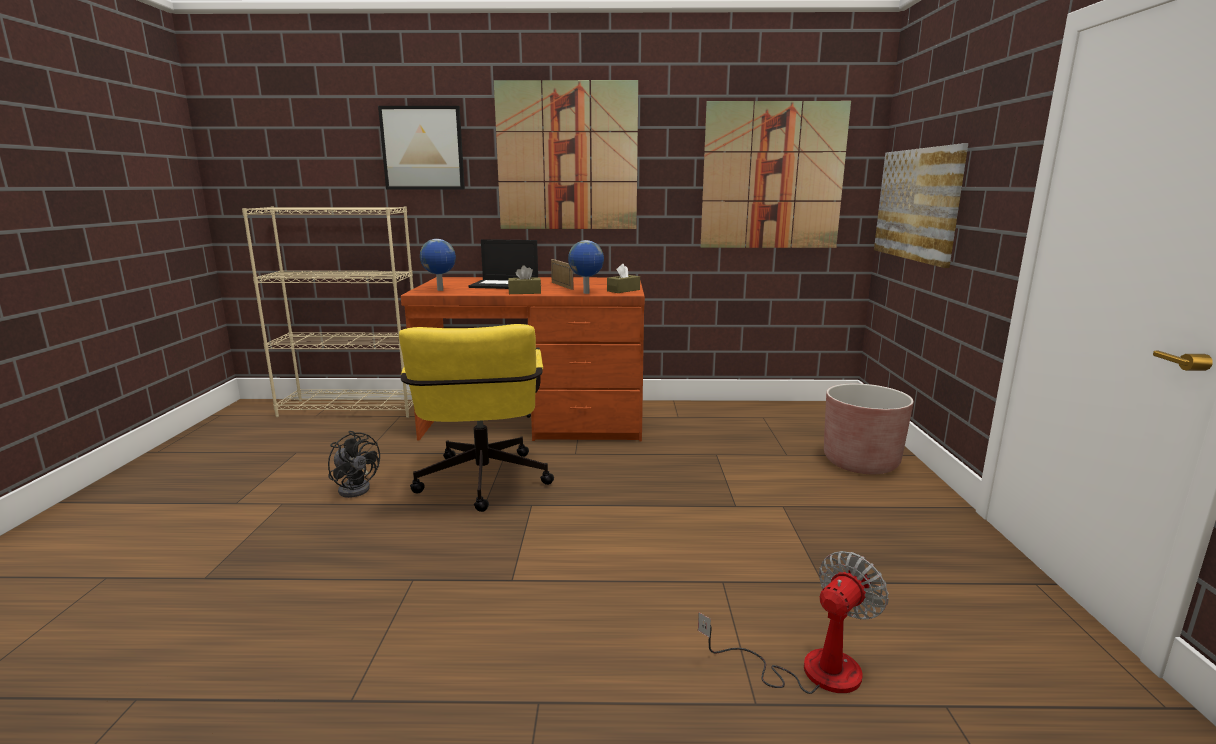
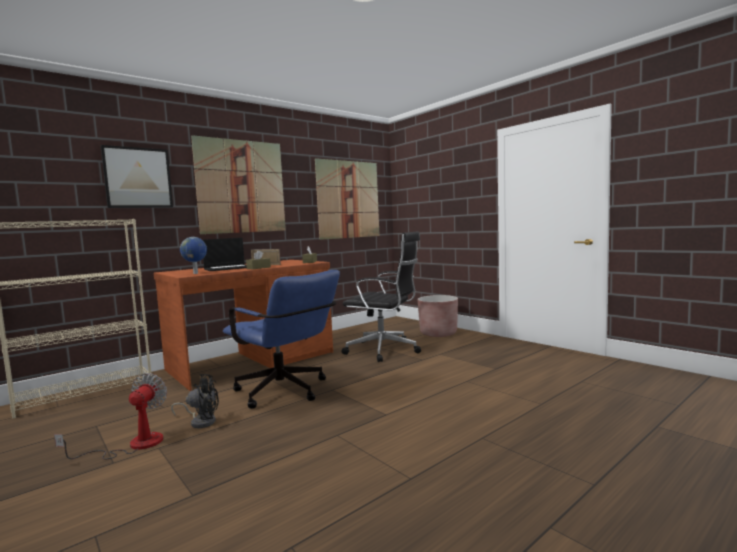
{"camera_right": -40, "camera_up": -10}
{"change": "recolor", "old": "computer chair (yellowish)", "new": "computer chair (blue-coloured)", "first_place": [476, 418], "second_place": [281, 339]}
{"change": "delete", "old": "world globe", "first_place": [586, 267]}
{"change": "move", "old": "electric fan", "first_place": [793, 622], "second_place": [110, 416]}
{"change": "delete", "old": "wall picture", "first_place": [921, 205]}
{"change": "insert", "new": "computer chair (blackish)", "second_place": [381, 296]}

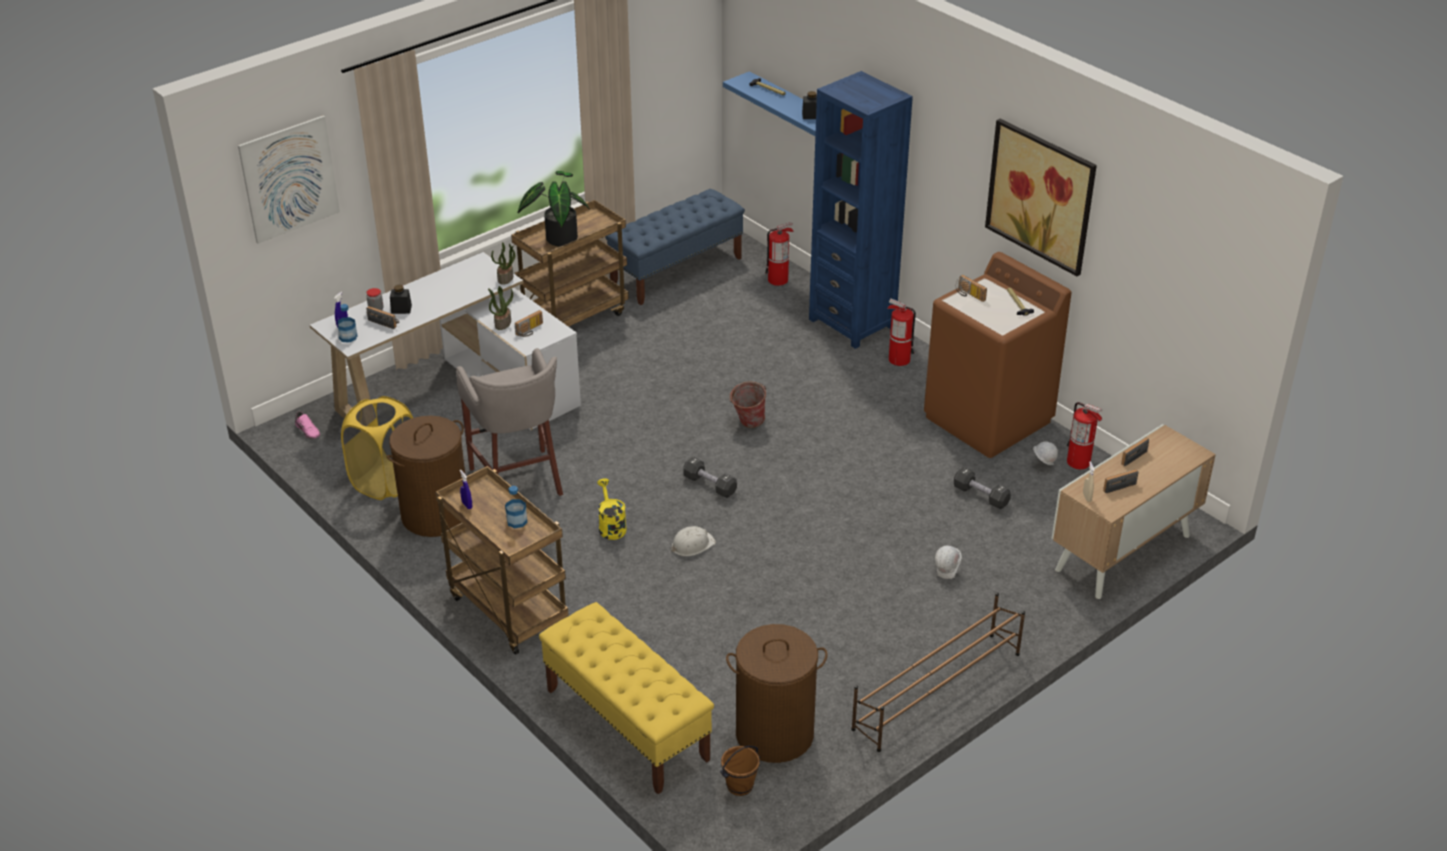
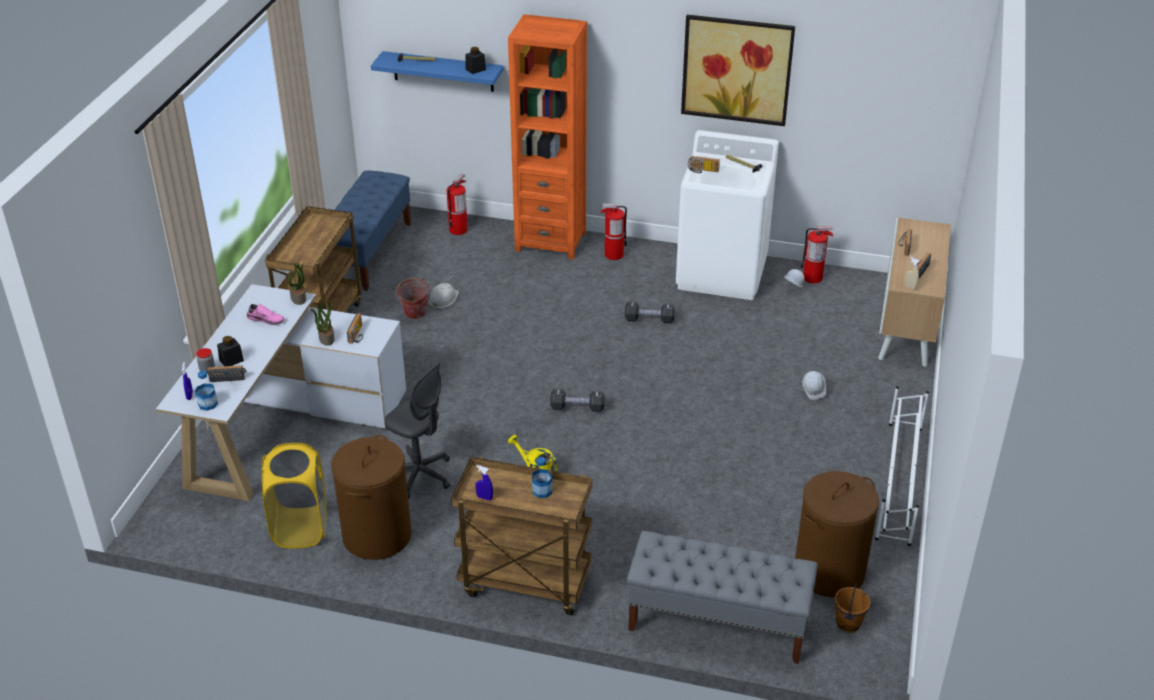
{"camera_right": -35, "camera_up": 0}
{"change": "delete", "old": "wall picture", "first_place": [289, 179]}
{"change": "move", "old": "item of footwear (pink)", "first_place": [307, 425], "second_place": [265, 314]}
{"change": "replace", "old": "stool (gray)", "new": "computer chair (gray)", "first_place": [509, 422], "second_place": [417, 431]}
{"change": "delete", "old": "potted plant", "first_place": [554, 208]}
{"change": "recolor", "old": "bench (yellowish)", "new": "bench (gray)", "first_place": [626, 698], "second_place": [722, 597]}
{"change": "move", "old": "hard hat (white)", "first_place": [693, 541], "second_place": [444, 296]}
{"change": "move", "old": "bucket", "first_place": [747, 404], "second_place": [412, 298]}
{"change": "recolor", "old": "bookshelf (blue-coloured)", "new": "bookshelf (orangey)", "first_place": [861, 210], "second_place": [547, 136]}
{"change": "recolor", "old": "shoe shelf (brownish)", "new": "shoe shelf (white)", "first_place": [938, 672], "second_place": [902, 466]}
{"change": "recolor", "old": "laundry appliance (brownish)", "new": "laundry appliance (white)", "first_place": [997, 355], "second_place": [727, 215]}
{"change": "move", "old": "hand weight (blackish)", "first_place": [982, 488], "second_place": [650, 313]}

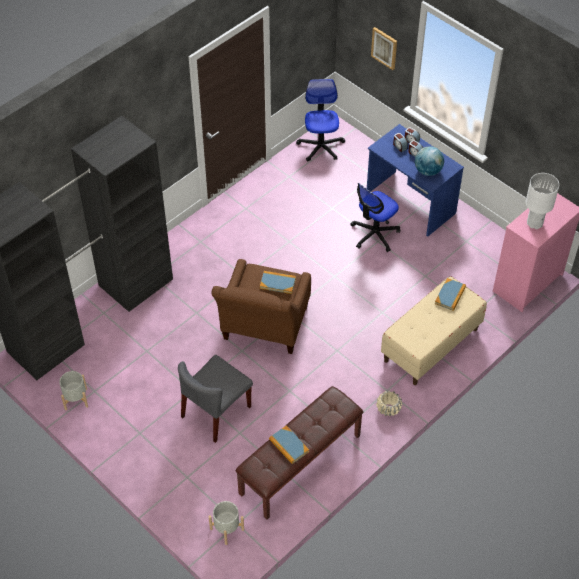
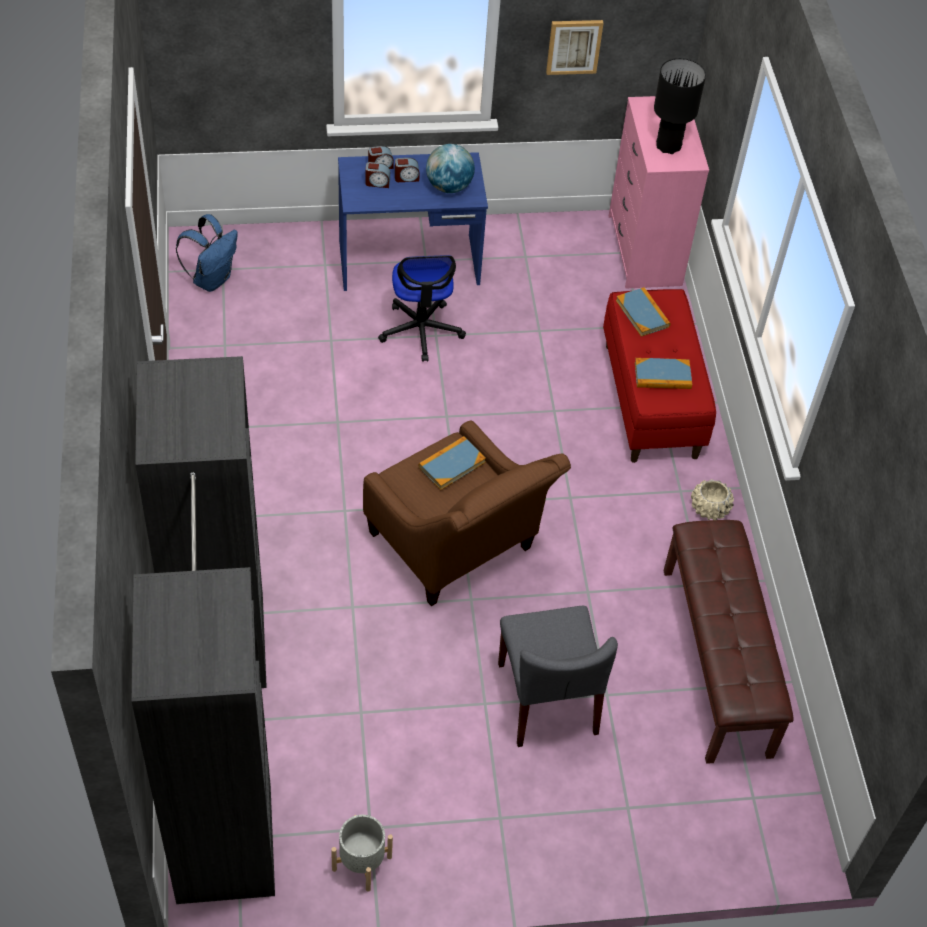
{"camera_right": -55, "camera_up": 0}
{"change": "delete", "old": "planter (gray)", "first_place": [226, 523]}
{"change": "move", "old": "volume", "first_place": [289, 444], "second_place": [663, 373]}
{"change": "replace", "old": "computer chair", "new": "rucksack (blue-coloured)", "first_place": [320, 120], "second_place": [207, 253]}
{"change": "move", "old": "wall picture", "first_place": [384, 48], "second_place": [575, 47]}
{"change": "recolor", "old": "bench (beige-coloured)", "new": "bench (red)", "first_place": [434, 330], "second_place": [659, 376]}
{"change": "recolor", "old": "table lamp (white)", "new": "table lamp (blackish)", "first_place": [542, 201], "second_place": [680, 106]}

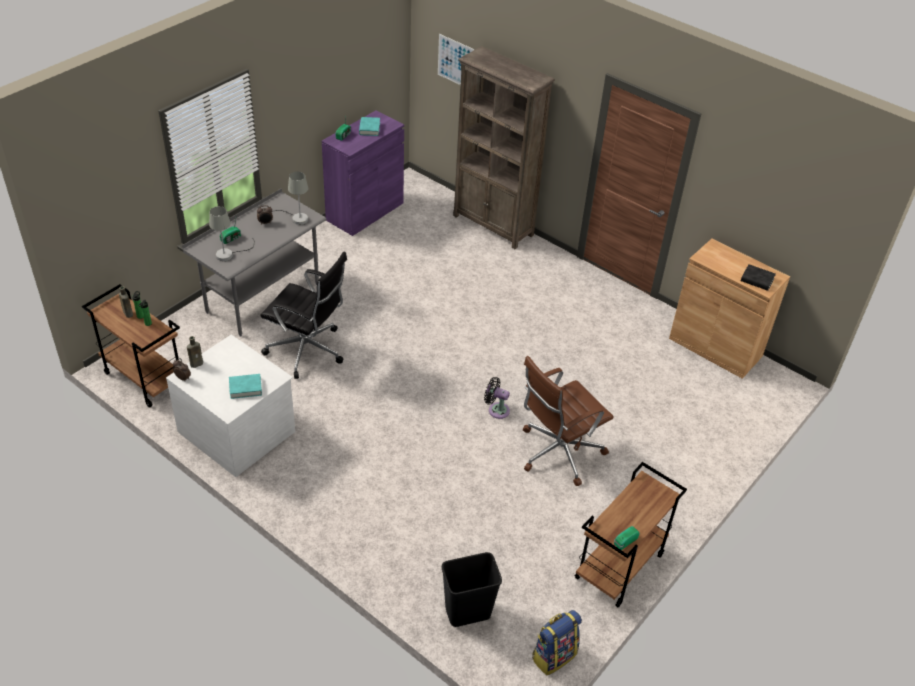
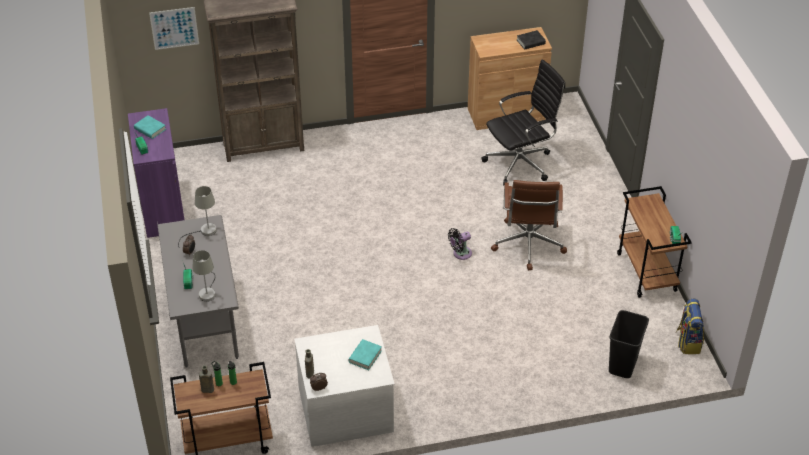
{"camera_right": -50, "camera_up": 0}
{"change": "move", "old": "computer chair (blackish)", "first_place": [303, 315], "second_place": [523, 122]}

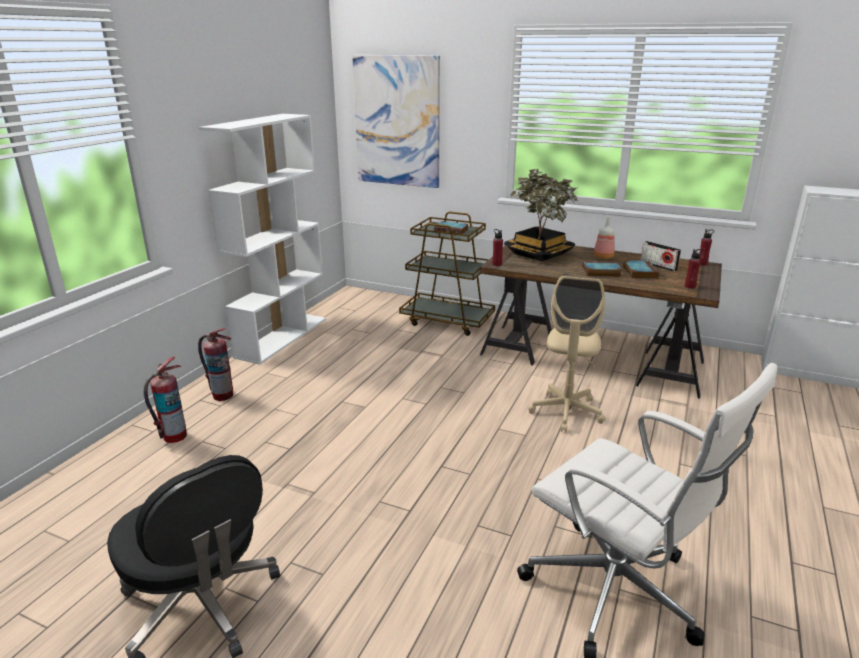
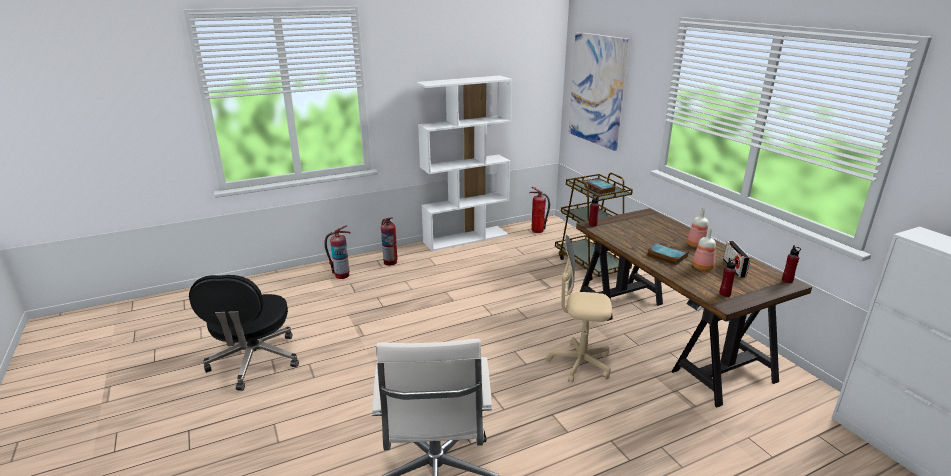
{"camera_right": 40, "camera_up": 0}
{"change": "delete", "old": "potted plant", "first_place": [541, 215]}
{"change": "rotate", "old": "computer chair (beige-coloured)", "first_place": [566, 354], "second_place": [579, 309], "degrees": 45}
{"change": "replace", "old": "volume", "new": "bottle", "first_place": [641, 269], "second_place": [704, 249]}
{"change": "insert", "new": "fire extinguisher", "second_place": [540, 210]}

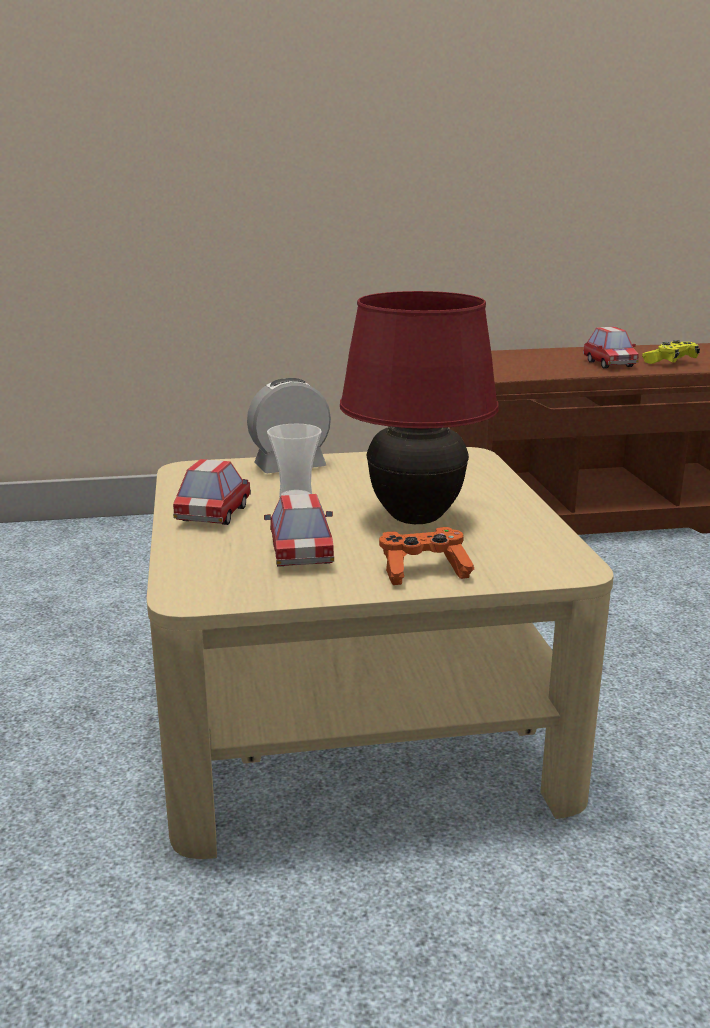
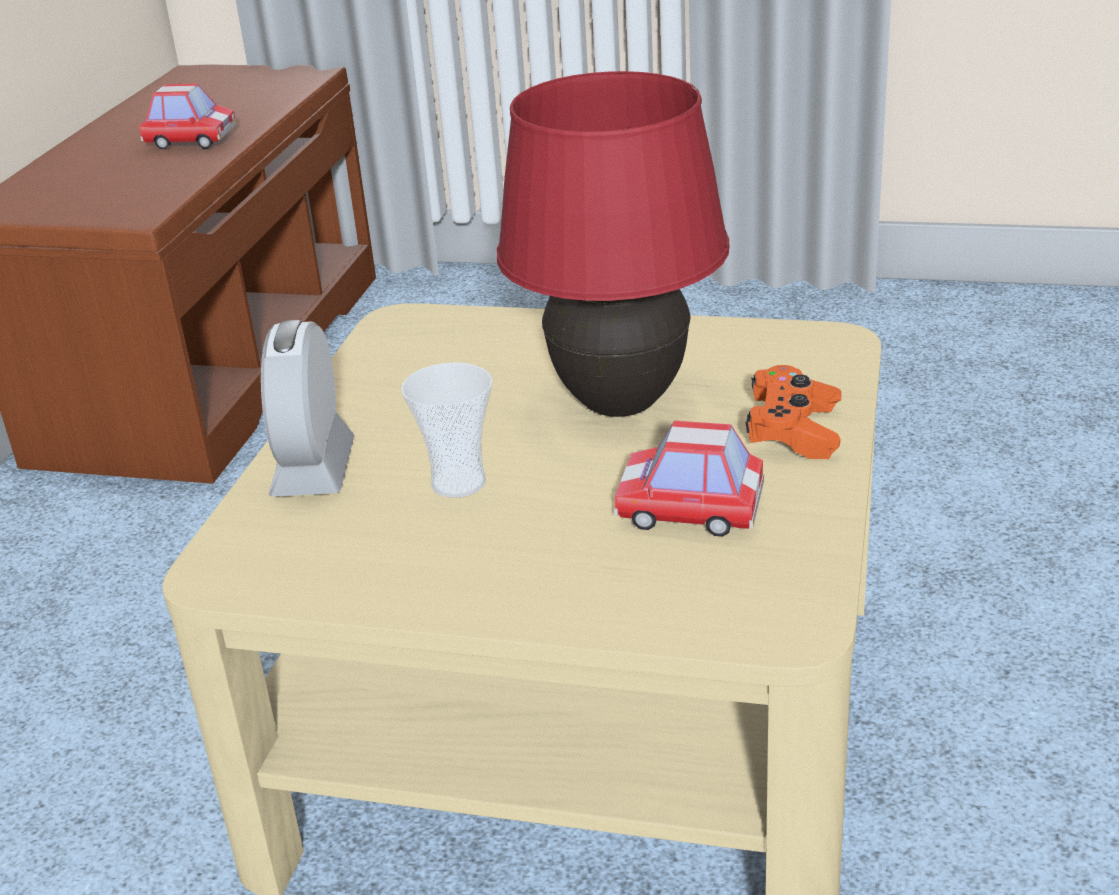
{"camera_right": -65, "camera_up": 10}
{"change": "delete", "old": "toy car", "first_place": [212, 492]}
{"change": "delete", "old": "joypad (yellowish)", "first_place": [671, 352]}

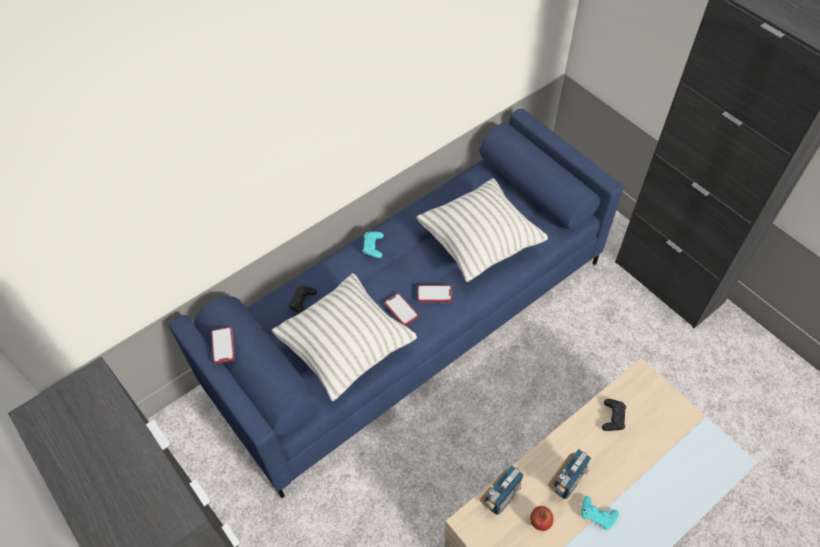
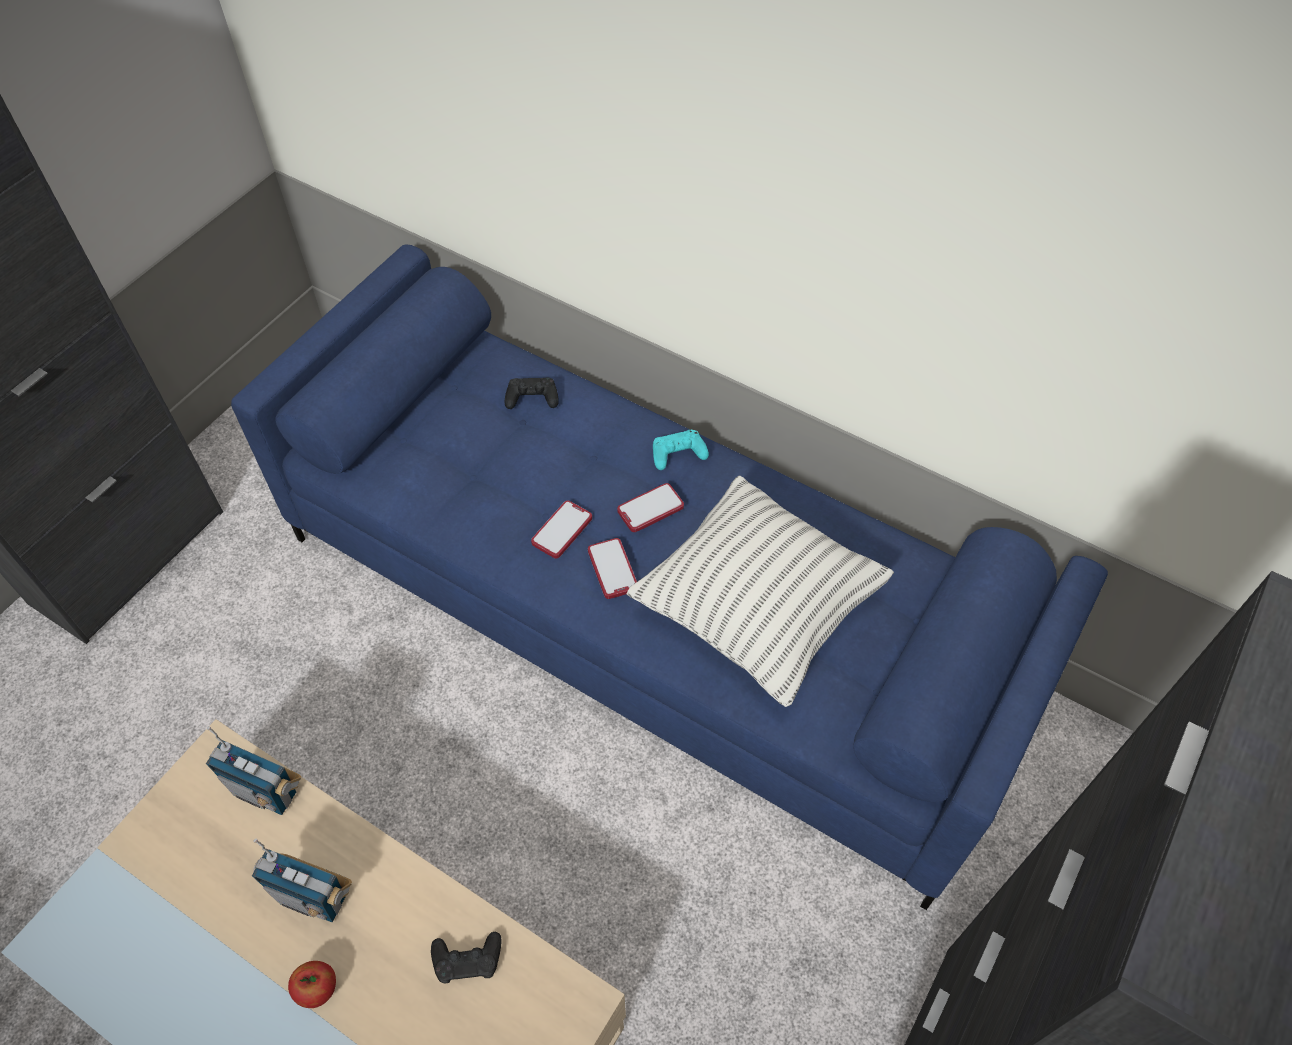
{"camera_right": 70, "camera_up": 0}
{"change": "move", "old": "telephone", "first_place": [223, 345], "second_place": [650, 507]}
{"change": "delete", "old": "cushion", "first_place": [344, 337]}
{"change": "move", "old": "whole apple", "first_place": [541, 518], "second_place": [312, 984]}
{"change": "delete", "old": "joypad (blue-green)", "first_place": [600, 513]}

